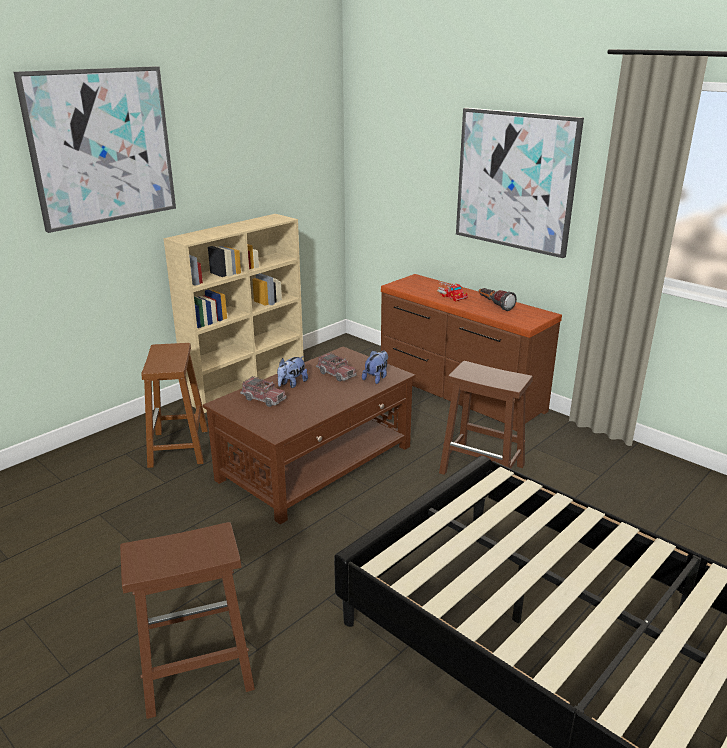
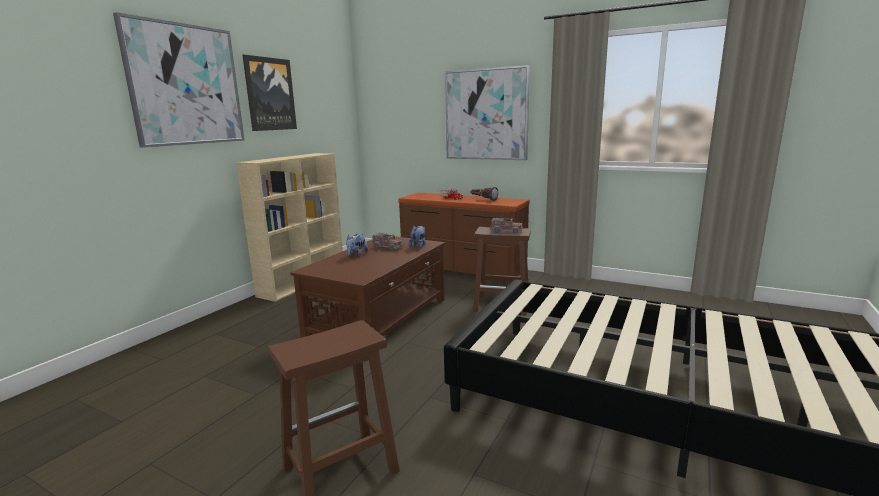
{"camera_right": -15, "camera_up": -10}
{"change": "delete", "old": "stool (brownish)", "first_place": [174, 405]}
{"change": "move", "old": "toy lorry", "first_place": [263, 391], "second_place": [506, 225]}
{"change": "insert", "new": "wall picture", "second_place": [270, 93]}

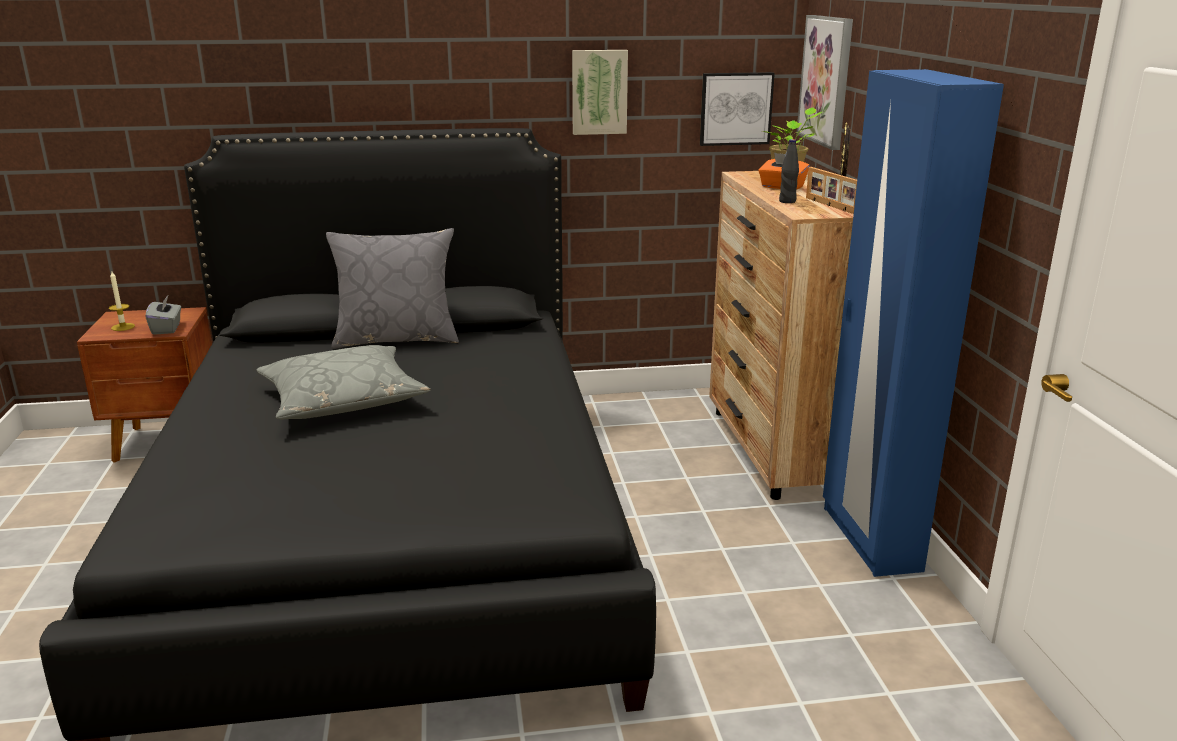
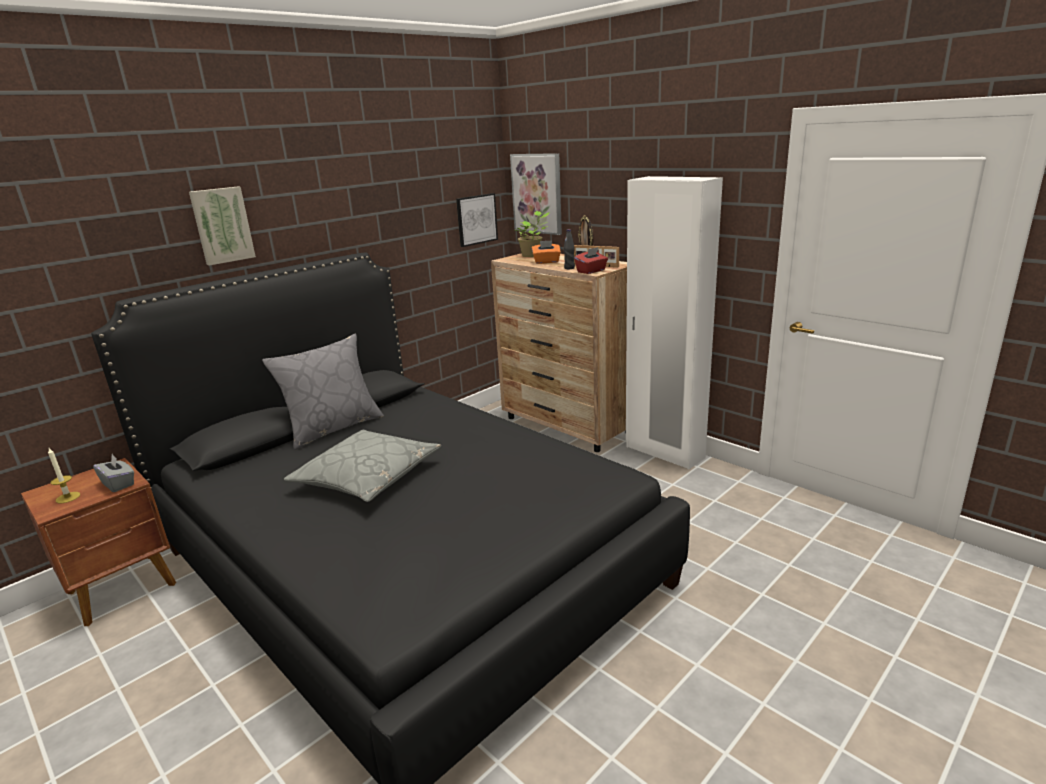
{"camera_right": -35, "camera_up": 0}
{"change": "move", "old": "wall picture", "first_place": [600, 92], "second_place": [222, 226]}
{"change": "recolor", "old": "wardrobe (blue-coloured)", "new": "wardrobe (white)", "first_place": [913, 323], "second_place": [674, 322]}
{"change": "insert", "new": "tissue box (red)", "second_place": [591, 260]}

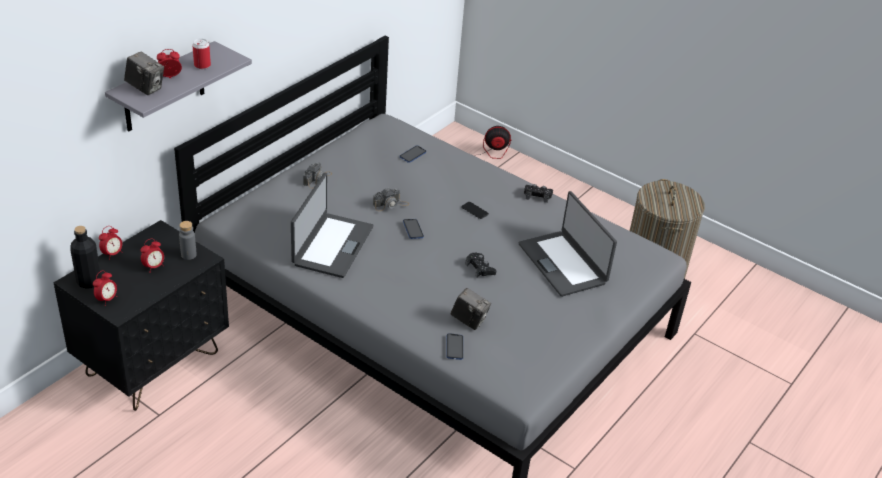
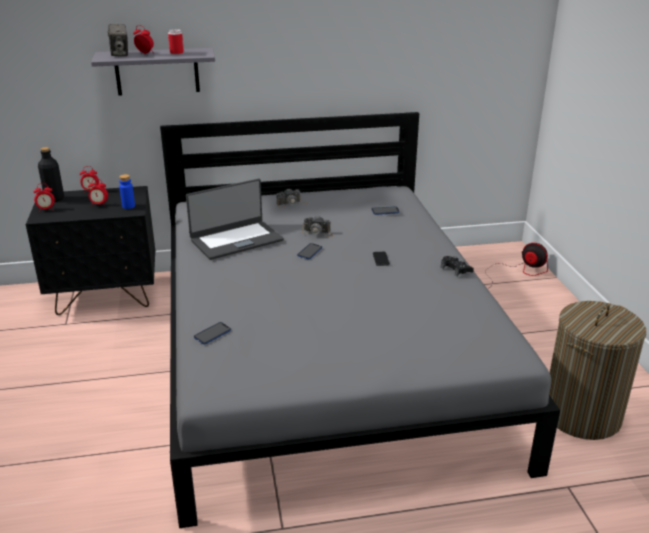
{"camera_right": 45, "camera_up": -10}
{"change": "recolor", "old": "bottle (gray)", "new": "bottle (blue-coloured)", "first_place": [188, 240], "second_place": [127, 191]}
{"change": "delete", "old": "still camera", "first_place": [470, 309]}
{"change": "delete", "old": "joypad (blackish)", "first_place": [481, 265]}
{"change": "delete", "old": "laptop", "first_place": [568, 244]}

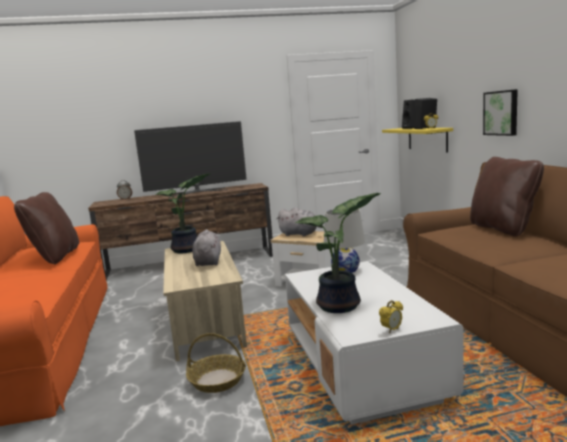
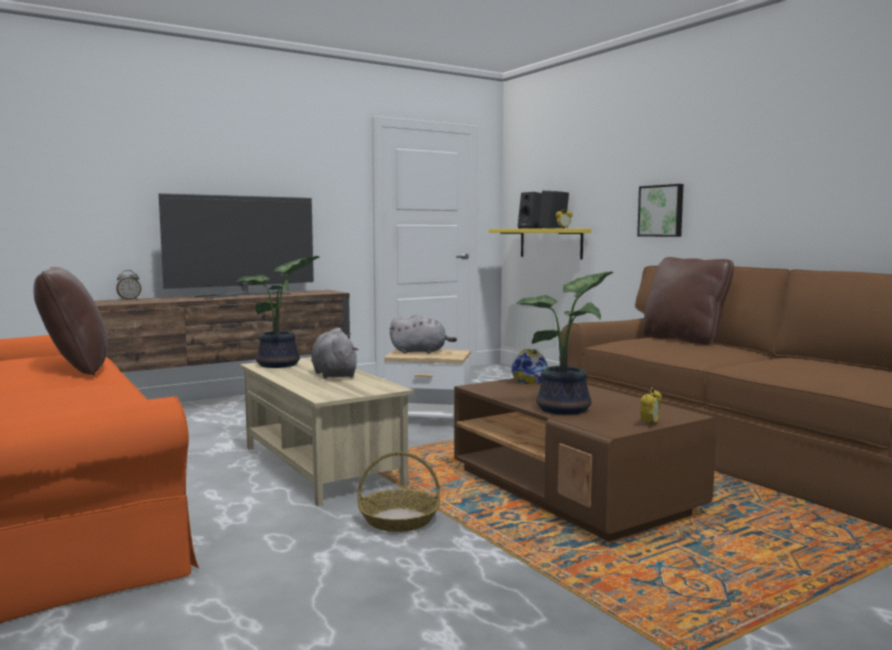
{"camera_right": -20, "camera_up": -5}
{"change": "recolor", "old": "lounge table (white)", "new": "lounge table (brownish)", "first_place": [374, 343], "second_place": [585, 460]}

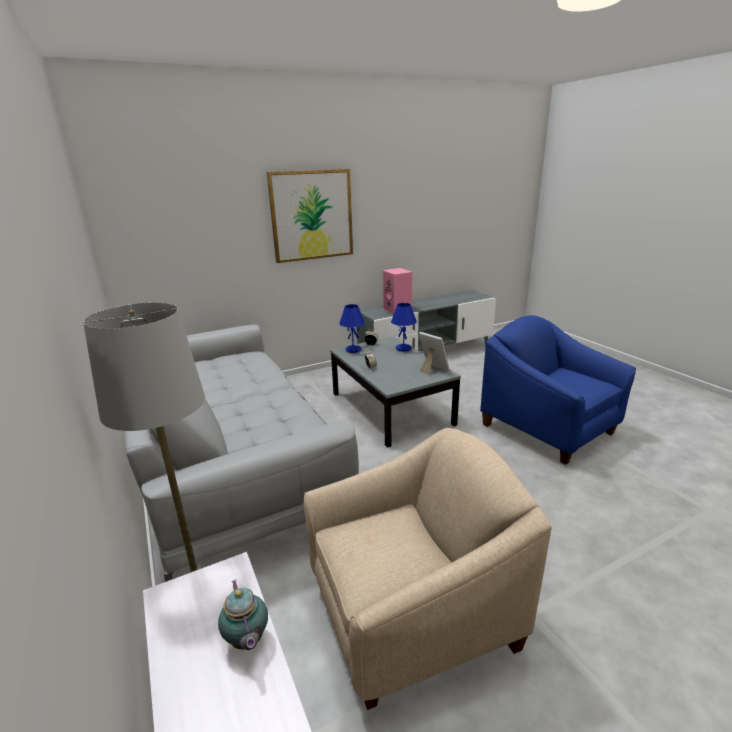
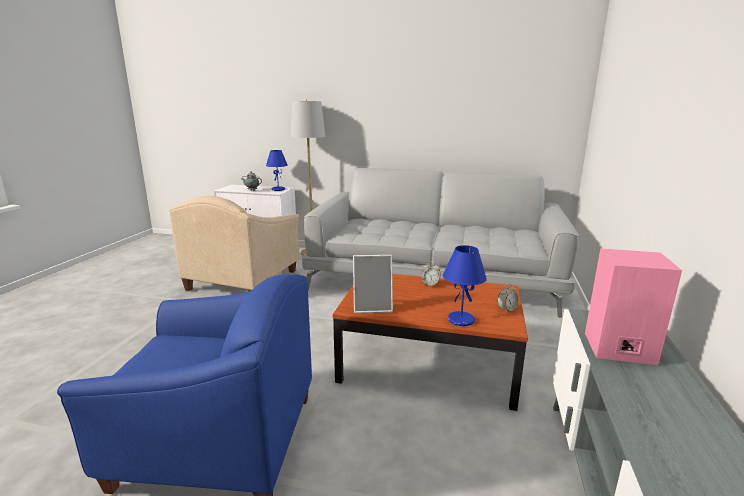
{"camera_right": 130, "camera_up": -5}
{"change": "delete", "old": "wall picture", "first_place": [310, 216]}
{"change": "recolor", "old": "lounge table (gray)", "new": "lounge table (brownish)", "first_place": [395, 392], "second_place": [430, 342]}
{"change": "move", "old": "table lamp (blue-coloured)", "first_place": [352, 328], "second_place": [277, 170]}

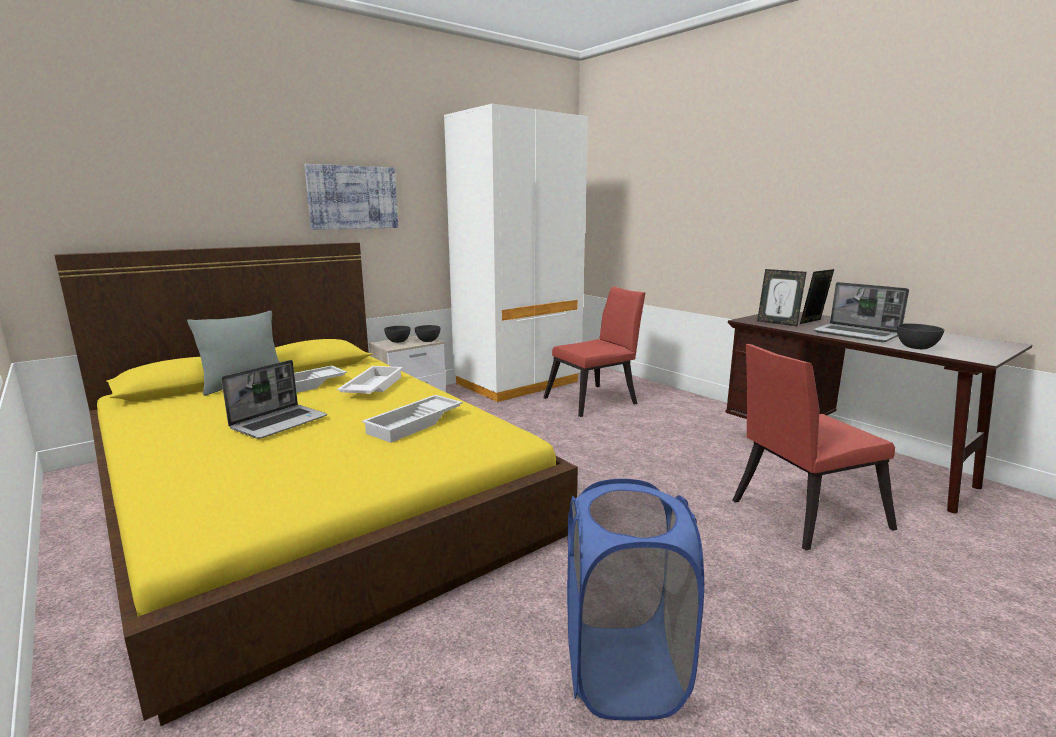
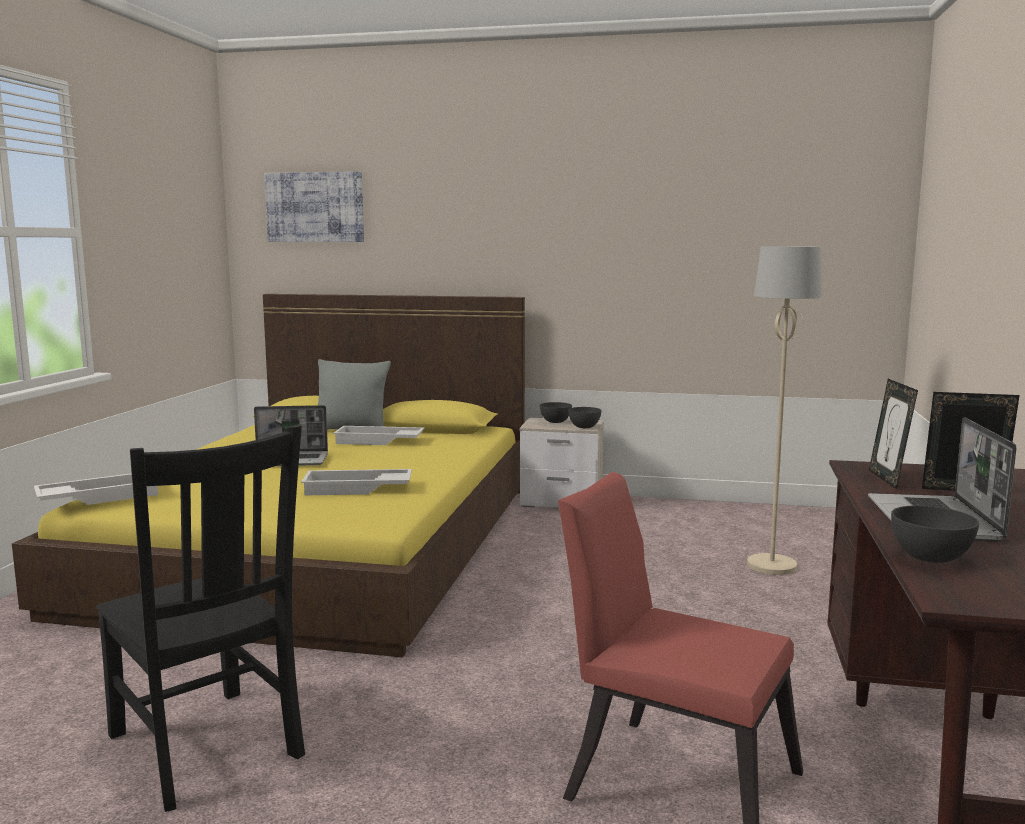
{"camera_right": 50, "camera_up": -5}
{"change": "move", "old": "wall picture", "first_place": [351, 197], "second_place": [314, 206]}
{"change": "move", "old": "carrying tray (white)", "first_place": [370, 380], "second_place": [96, 489]}
{"change": "delete", "old": "wardrobe (white)", "first_place": [516, 253]}
{"change": "replace", "old": "chair (red)", "new": "standing lamp (beige-coloured)", "first_place": [594, 352], "second_place": [784, 411]}
{"change": "replace", "old": "laundry basket (blue-coloured)", "new": "chair (blackish)", "first_place": [635, 600], "second_place": [200, 618]}

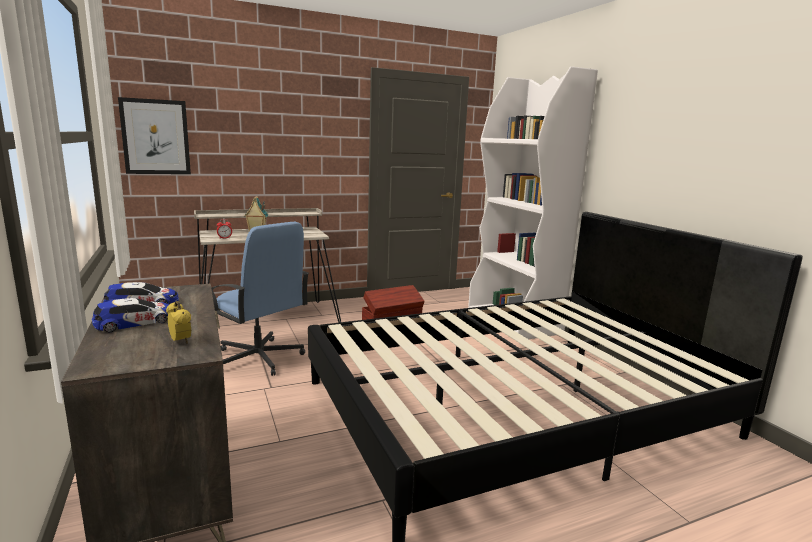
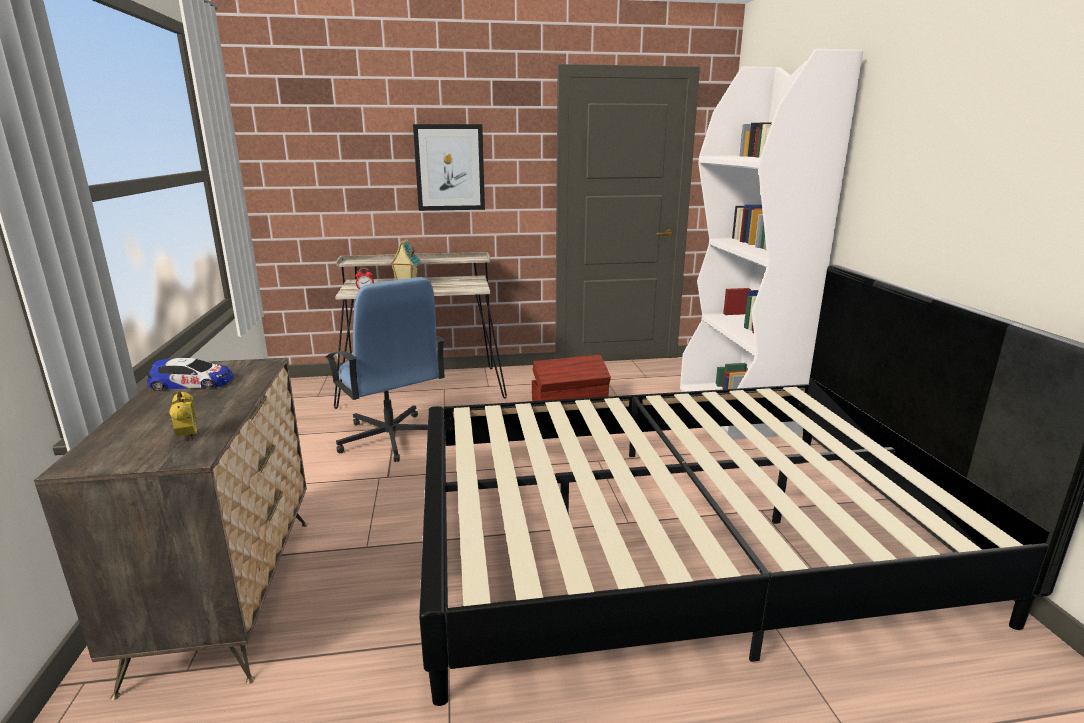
{"camera_right": 15, "camera_up": 5}
{"change": "delete", "old": "toy car", "first_place": [130, 315]}
{"change": "move", "old": "wall picture", "first_place": [154, 135], "second_place": [449, 167]}

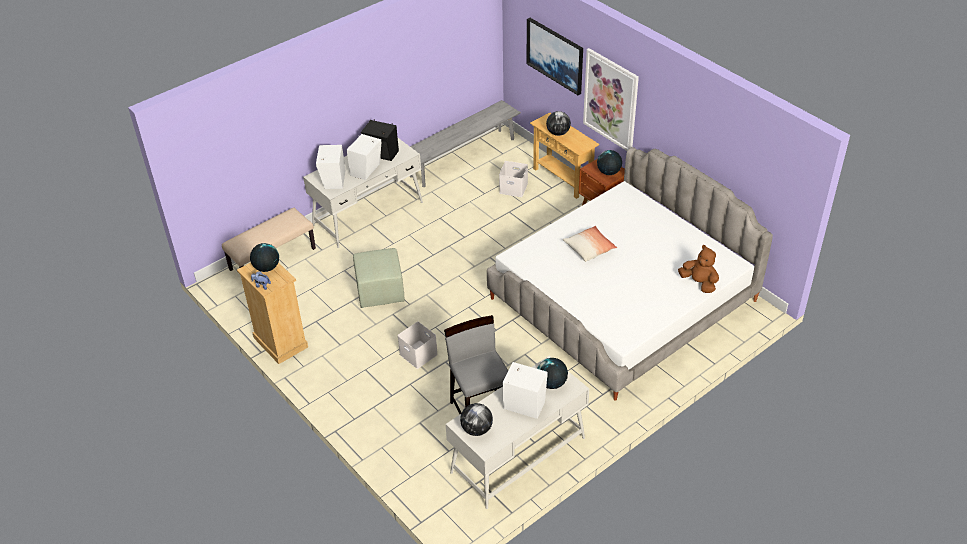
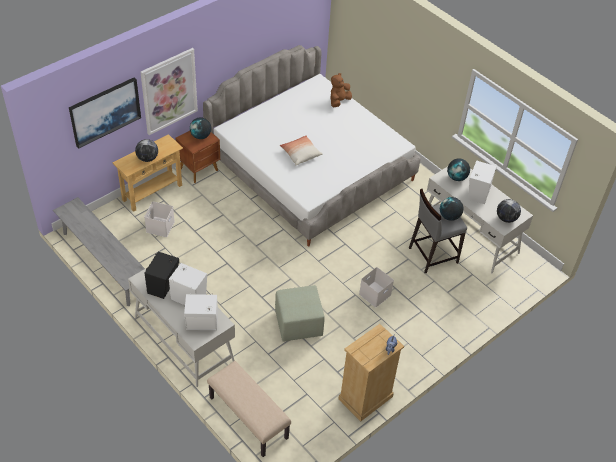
{"camera_right": -95, "camera_up": 5}
{"change": "move", "old": "world globe", "first_place": [264, 257], "second_place": [452, 209]}

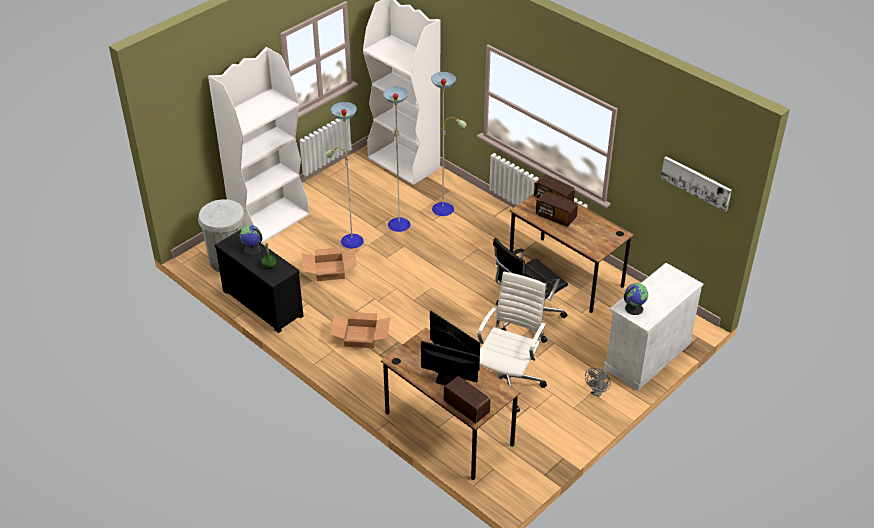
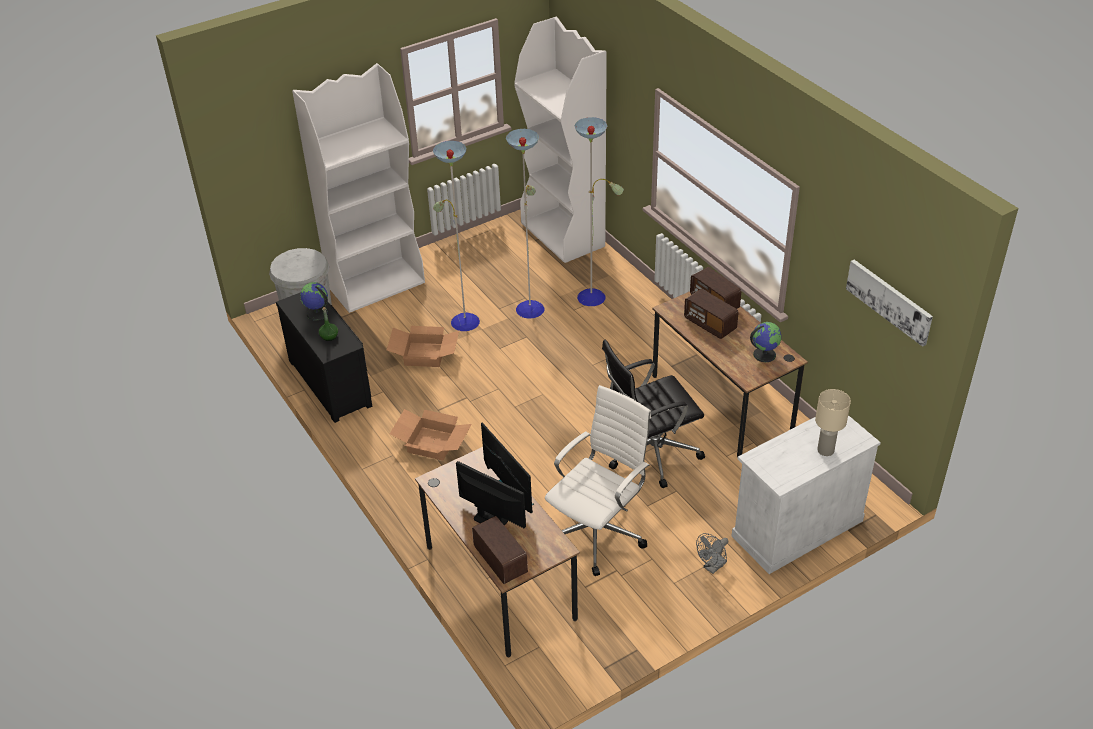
{"camera_right": 15, "camera_up": 0}
{"change": "move", "old": "world globe", "first_place": [636, 299], "second_place": [765, 342]}
{"change": "insert", "new": "table lamp (beige-coloured)", "second_place": [833, 422]}

